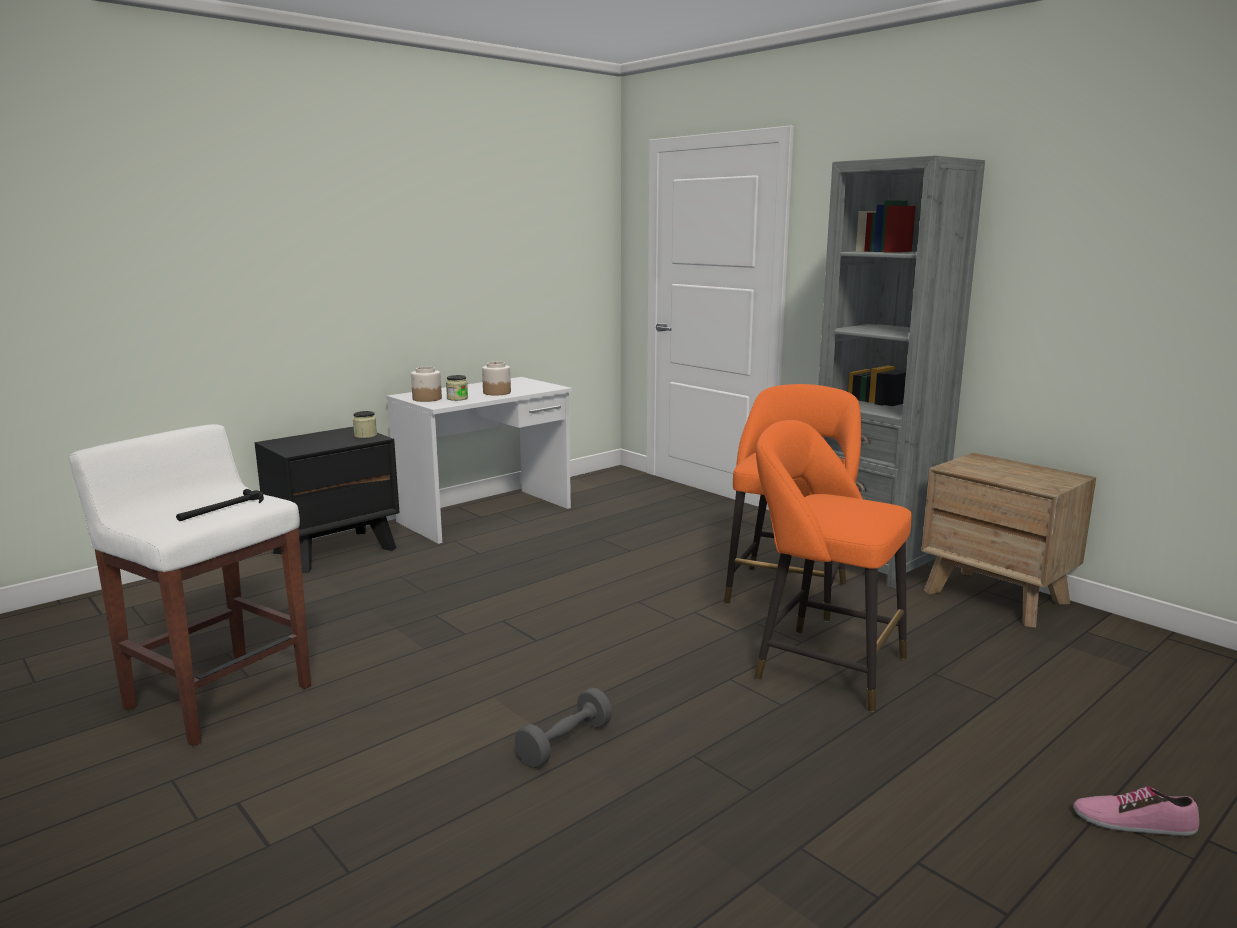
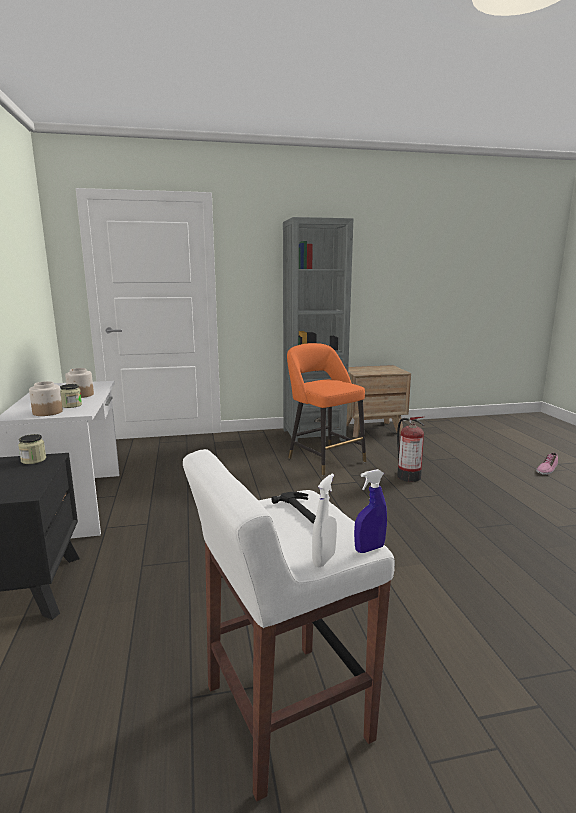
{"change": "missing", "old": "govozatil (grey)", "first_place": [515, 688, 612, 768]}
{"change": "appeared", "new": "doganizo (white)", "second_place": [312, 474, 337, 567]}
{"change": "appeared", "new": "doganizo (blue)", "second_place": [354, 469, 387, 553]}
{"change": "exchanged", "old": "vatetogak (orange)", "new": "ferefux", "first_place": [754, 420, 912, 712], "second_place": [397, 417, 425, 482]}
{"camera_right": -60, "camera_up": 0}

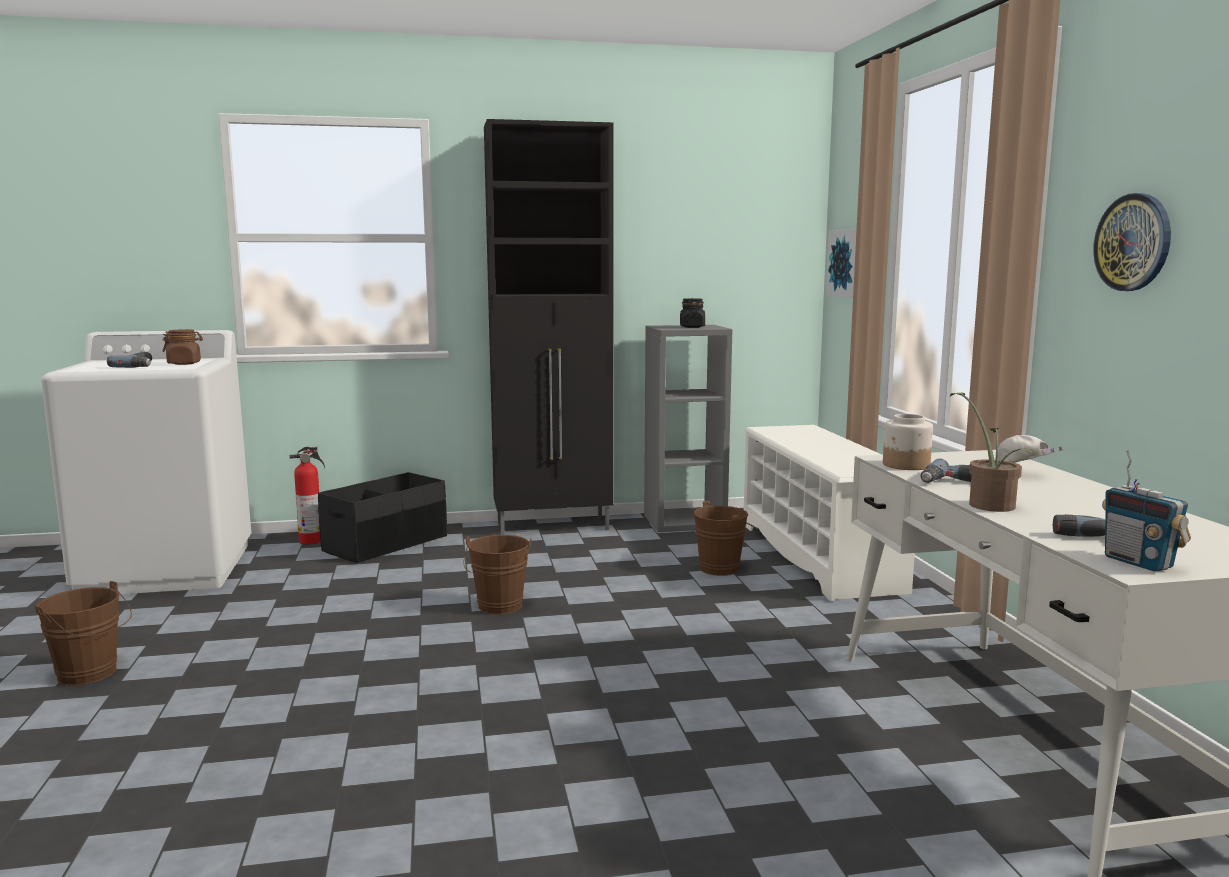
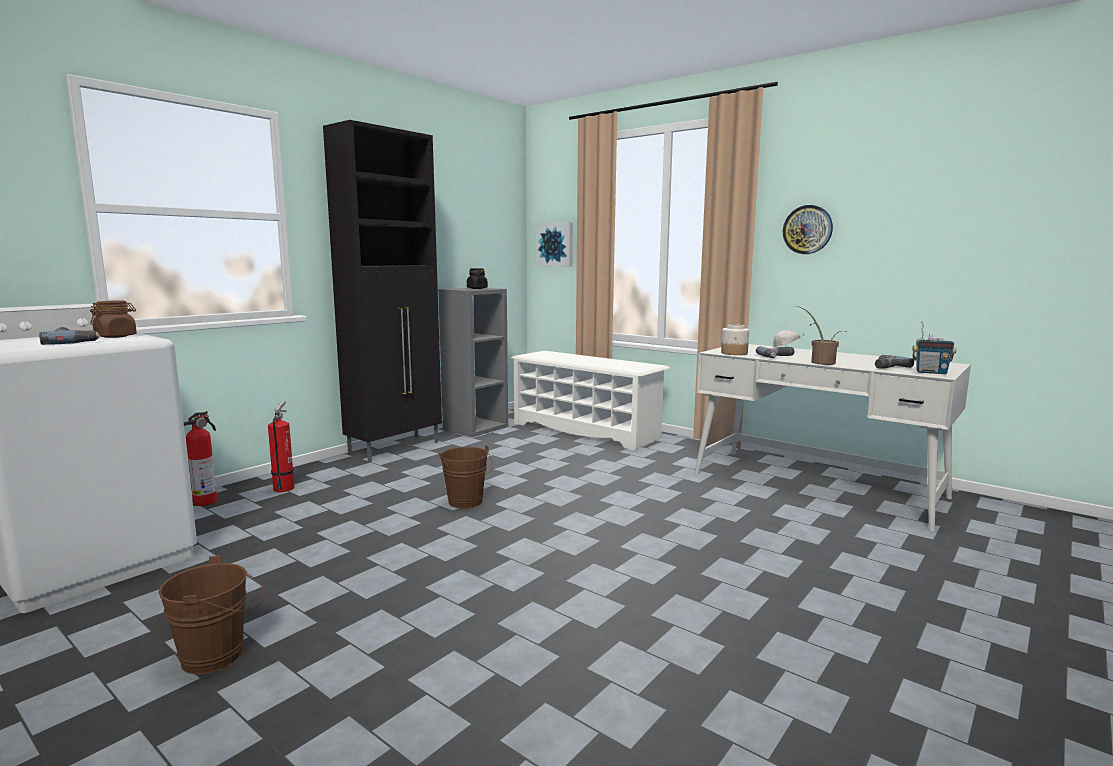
{"change": "missing", "old": "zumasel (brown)", "first_place": [693, 501, 758, 576]}
{"change": "exchanged", "old": "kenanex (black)", "new": "ferefux", "first_place": [318, 472, 447, 563], "second_place": [268, 401, 294, 492]}
{"camera_right": -40, "camera_up": 0}

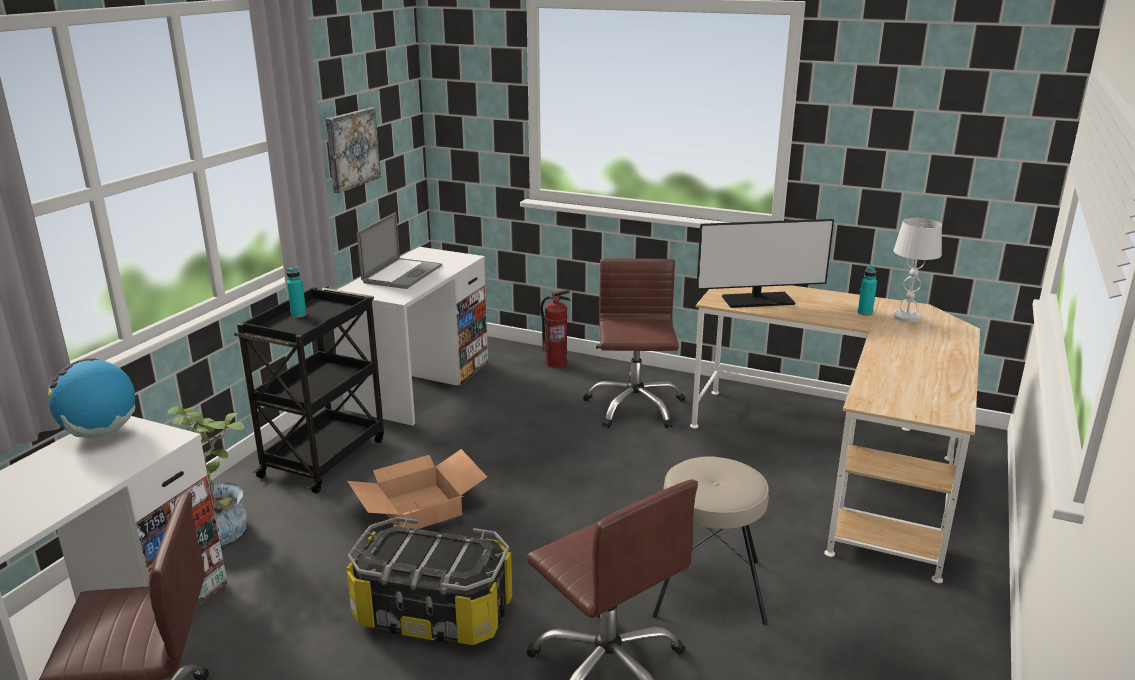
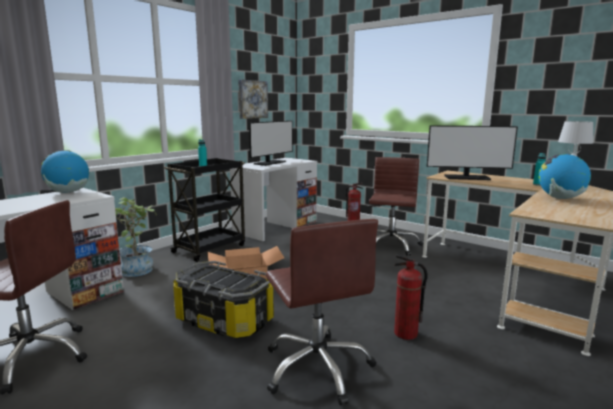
{"change": "appeared", "new": "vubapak", "second_place": [539, 154, 591, 199]}
{"change": "exchanged", "old": "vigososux", "new": "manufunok", "first_place": [357, 212, 442, 289], "second_place": [249, 121, 292, 166]}
{"change": "exchanged", "old": "vatetogak (beige)", "new": "ferefux", "first_place": [652, 456, 769, 625], "second_place": [394, 254, 427, 340]}
{"camera_right": 15, "camera_up": -10}

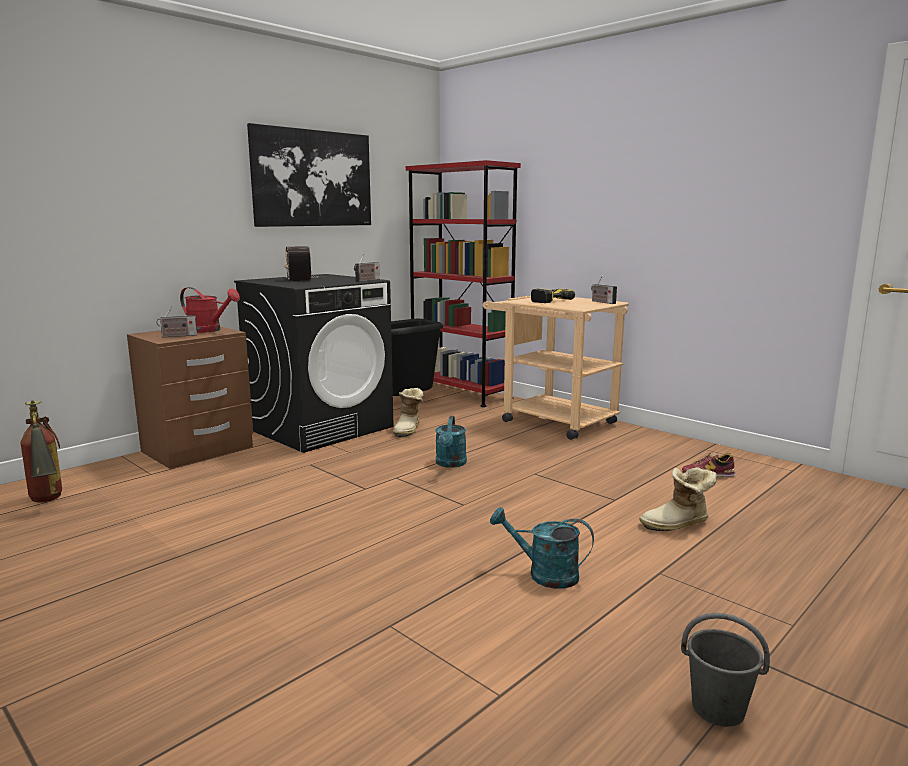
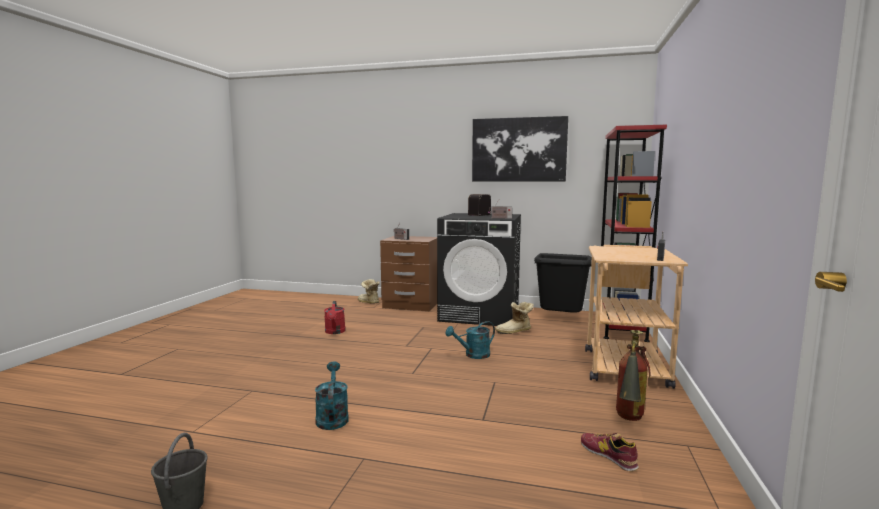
{"change": "missing", "old": "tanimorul", "first_place": [531, 288, 575, 303]}
{"change": "relocated", "old": "ferefux", "first_place": [20, 400, 62, 502], "second_place": [616, 330, 651, 421]}
{"change": "relocated", "old": "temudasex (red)", "first_place": [180, 287, 240, 333], "second_place": [324, 301, 346, 334]}
{"change": "relocated", "old": "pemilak", "first_place": [639, 467, 717, 531], "second_place": [358, 279, 380, 304]}
{"camera_right": 60, "camera_up": -5}

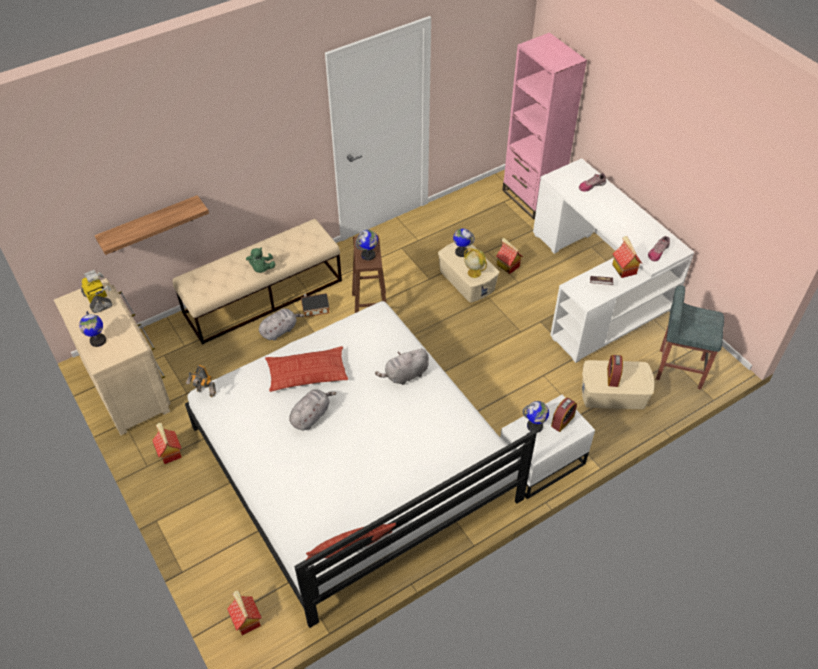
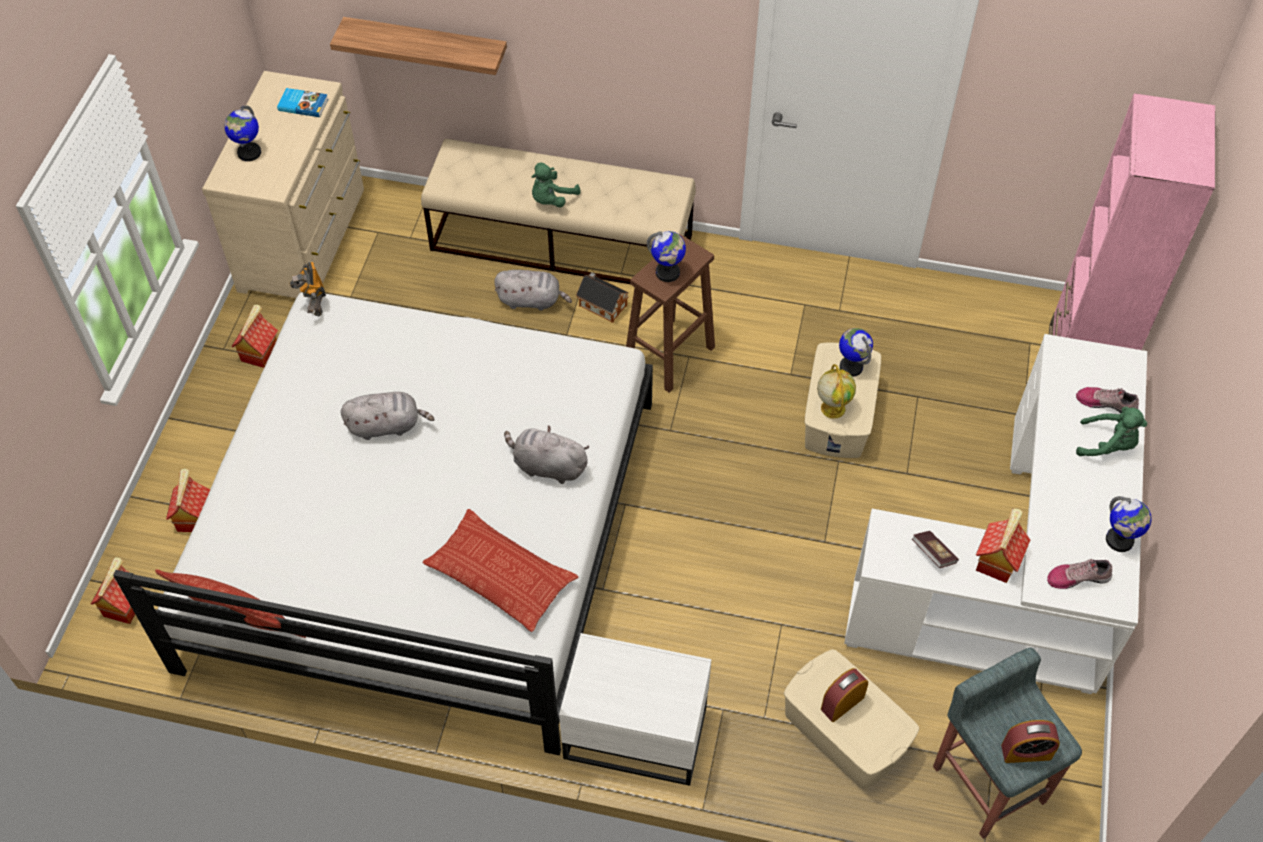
{"change": "appeared", "new": "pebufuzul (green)", "second_place": [1076, 406, 1147, 456]}
{"change": "relocated", "old": "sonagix", "first_place": [265, 346, 348, 392], "second_place": [422, 509, 578, 632]}
{"change": "relocated", "old": "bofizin", "first_place": [496, 238, 523, 274], "second_place": [166, 468, 210, 532]}
{"change": "relocated", "old": "vubapak", "first_place": [522, 401, 549, 433], "second_place": [1106, 496, 1152, 552]}
{"change": "relocated", "old": "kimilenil", "first_place": [551, 398, 577, 432], "second_place": [1001, 720, 1060, 763]}
{"change": "exchanged", "old": "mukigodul", "new": "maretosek", "first_place": [81, 270, 113, 313], "second_place": [277, 88, 328, 117]}
{"camera_right": 45, "camera_up": 5}

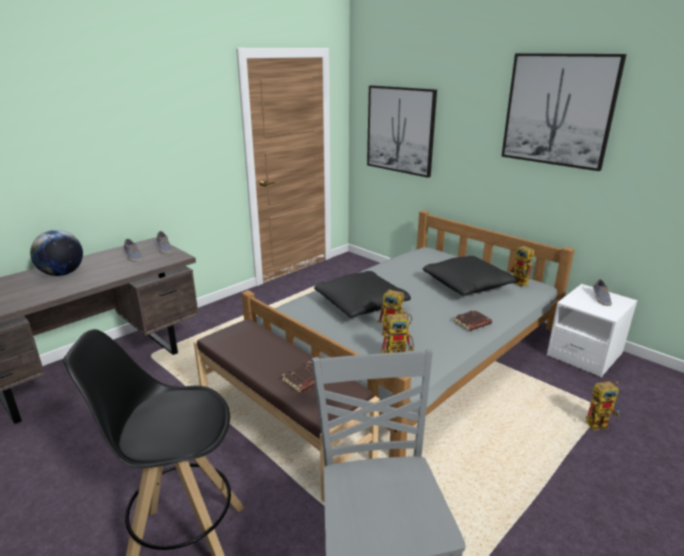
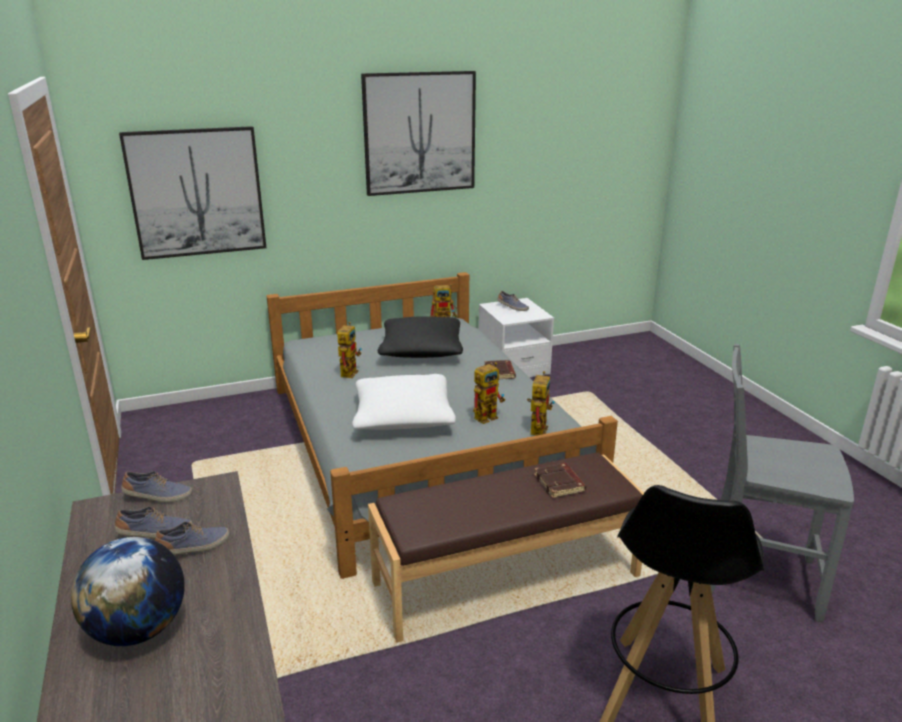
{"change": "appeared", "new": "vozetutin", "second_place": [155, 522, 229, 555]}
{"change": "relocated", "old": "mukigodul", "first_place": [586, 381, 619, 431], "second_place": [337, 322, 362, 378]}
{"change": "colour", "old": "sonagix (black)", "new": "sonagix (white)", "first_place": [314, 271, 411, 318], "second_place": [352, 374, 456, 430]}
{"camera_right": -65, "camera_up": 0}

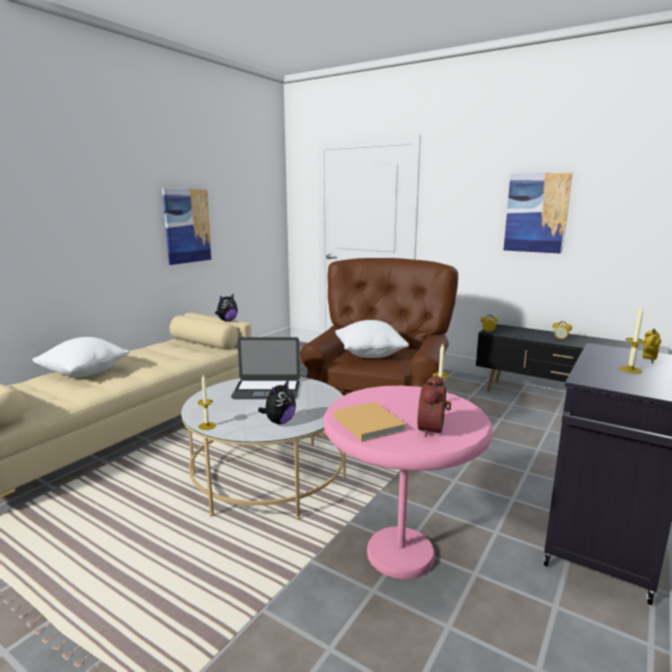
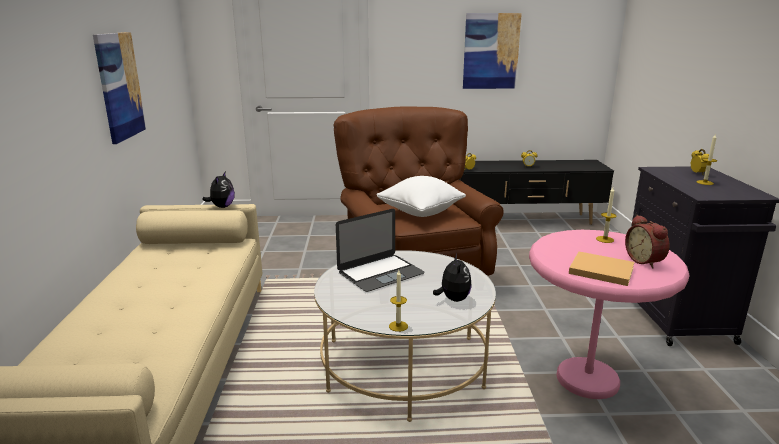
{"change": "missing", "old": "sonagix (white)", "first_place": [32, 337, 130, 377]}
{"camera_right": -35, "camera_up": 5}

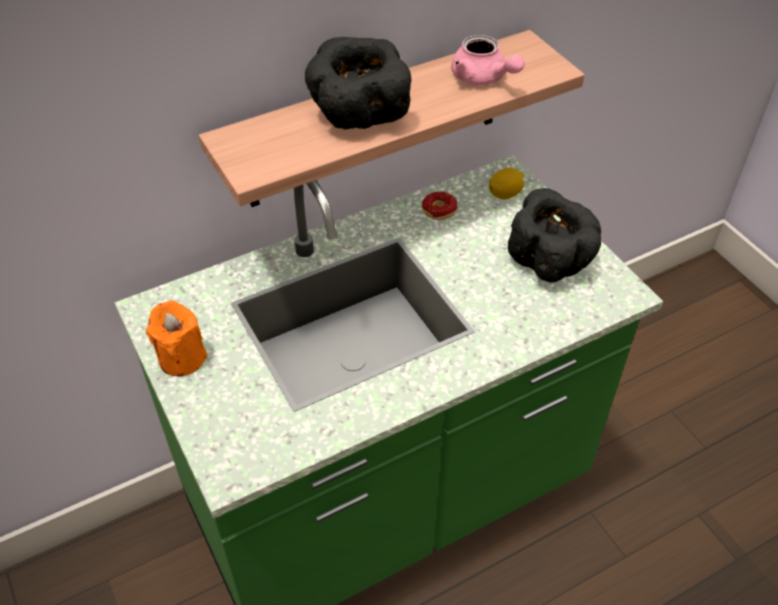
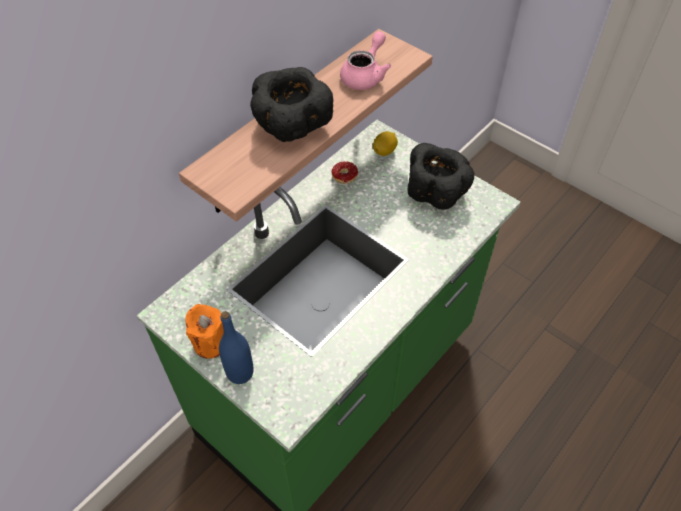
{"change": "appeared", "new": "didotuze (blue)", "second_place": [219, 311, 254, 384]}
{"change": "spun", "old": "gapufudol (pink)", "first_place": [451, 35, 525, 85], "second_place": [340, 31, 391, 90], "degrees": -90}
{"camera_right": -20, "camera_up": 5}

